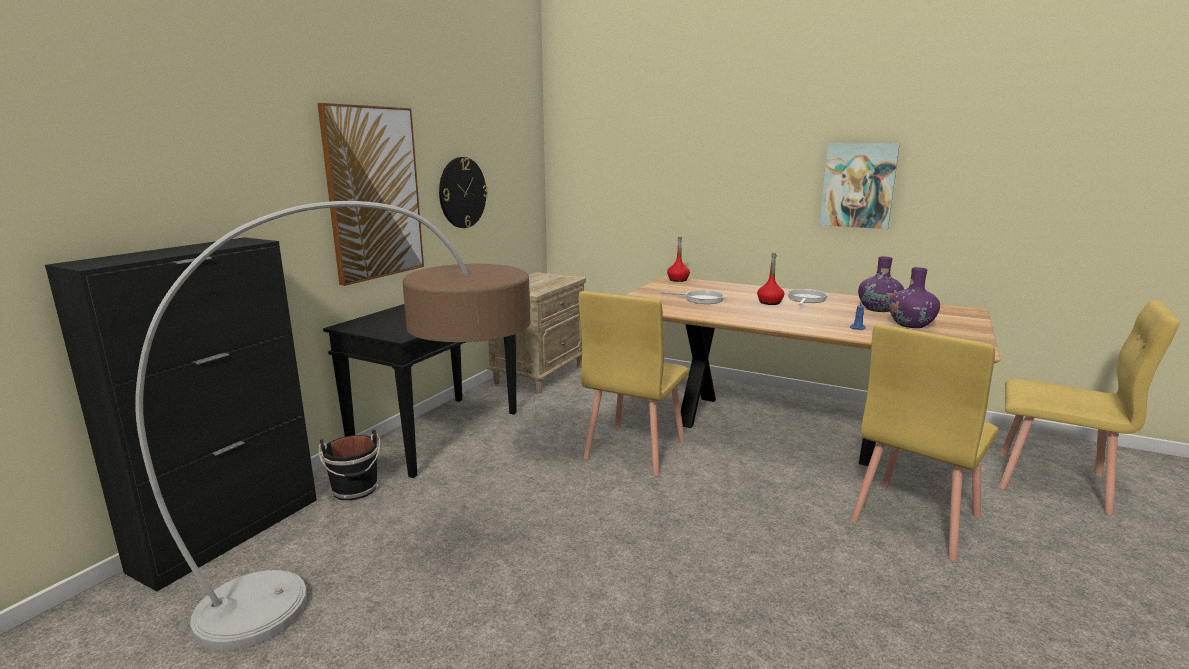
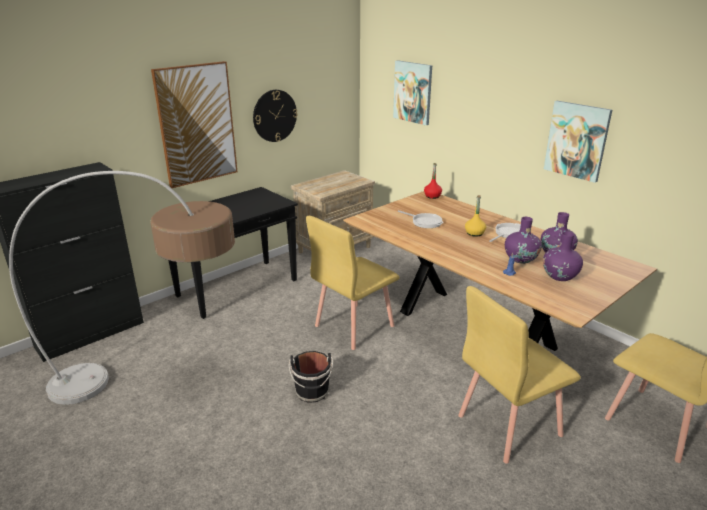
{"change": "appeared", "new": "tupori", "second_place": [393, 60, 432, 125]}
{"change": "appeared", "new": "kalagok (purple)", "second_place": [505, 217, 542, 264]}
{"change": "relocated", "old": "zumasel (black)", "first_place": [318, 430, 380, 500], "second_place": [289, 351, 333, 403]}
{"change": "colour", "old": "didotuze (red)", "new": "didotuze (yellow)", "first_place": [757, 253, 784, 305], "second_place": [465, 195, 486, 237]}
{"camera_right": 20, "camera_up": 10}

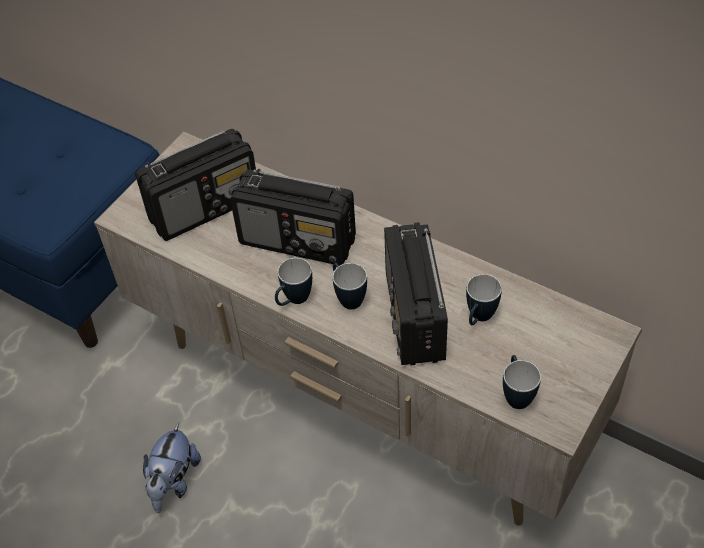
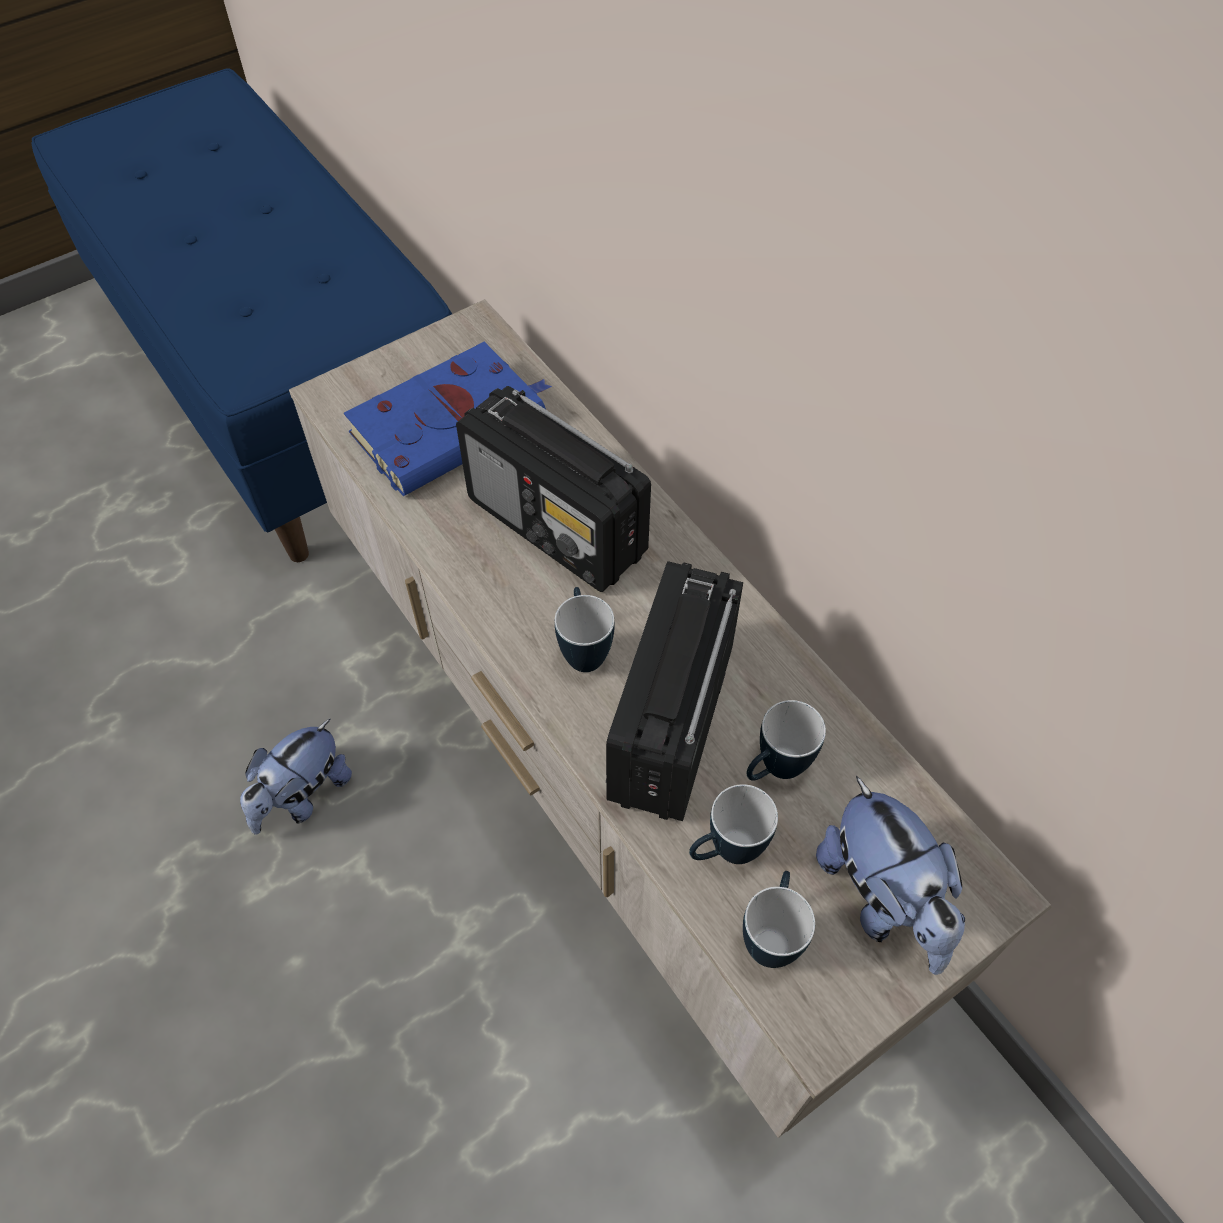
{"change": "appeared", "new": "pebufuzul", "second_place": [816, 776, 965, 975]}
{"change": "relocated", "old": "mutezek", "first_place": [275, 258, 312, 306], "second_place": [689, 784, 778, 864]}
{"change": "exchanged", "old": "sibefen", "new": "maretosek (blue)", "first_place": [135, 129, 256, 241], "second_place": [344, 342, 552, 496]}
{"camera_right": 20, "camera_up": 5}

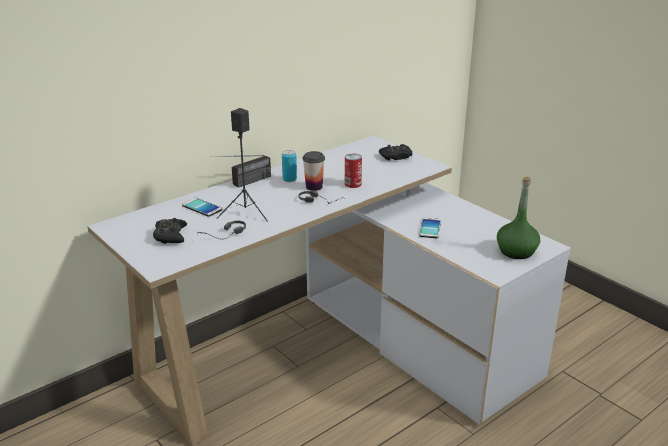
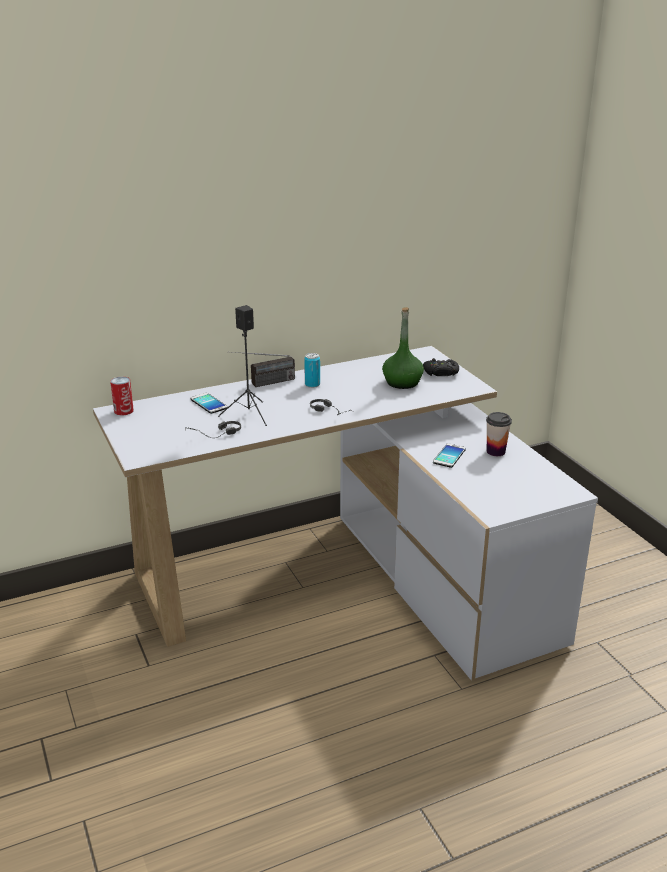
{"change": "missing", "old": "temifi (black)", "first_place": [153, 218, 187, 244]}
{"change": "relocated", "old": "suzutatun", "first_place": [303, 151, 325, 191], "second_place": [486, 412, 512, 456]}
{"change": "relocated", "old": "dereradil", "first_place": [345, 154, 362, 188], "second_place": [110, 377, 134, 415]}
{"change": "relocated", "old": "didotuze (green)", "first_place": [497, 177, 540, 259], "second_place": [382, 307, 424, 389]}
{"camera_right": 15, "camera_up": 0}

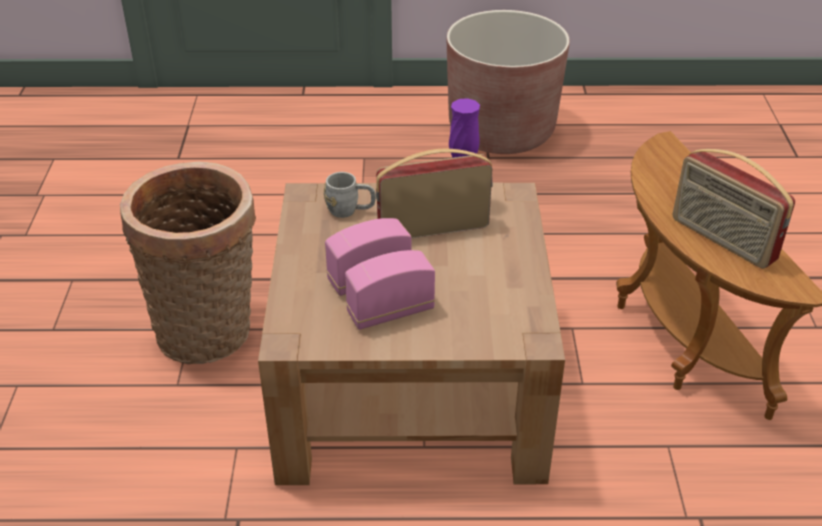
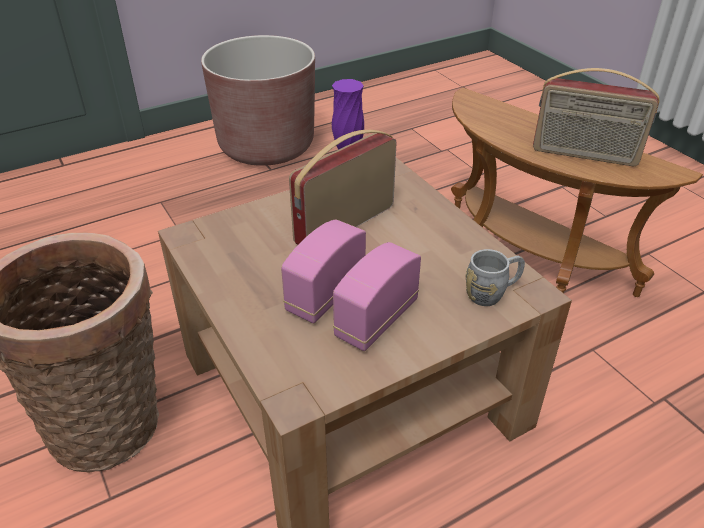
{"change": "relocated", "old": "mutezek (grey)", "first_place": [324, 172, 376, 218], "second_place": [465, 249, 525, 306]}
{"camera_right": -30, "camera_up": 0}

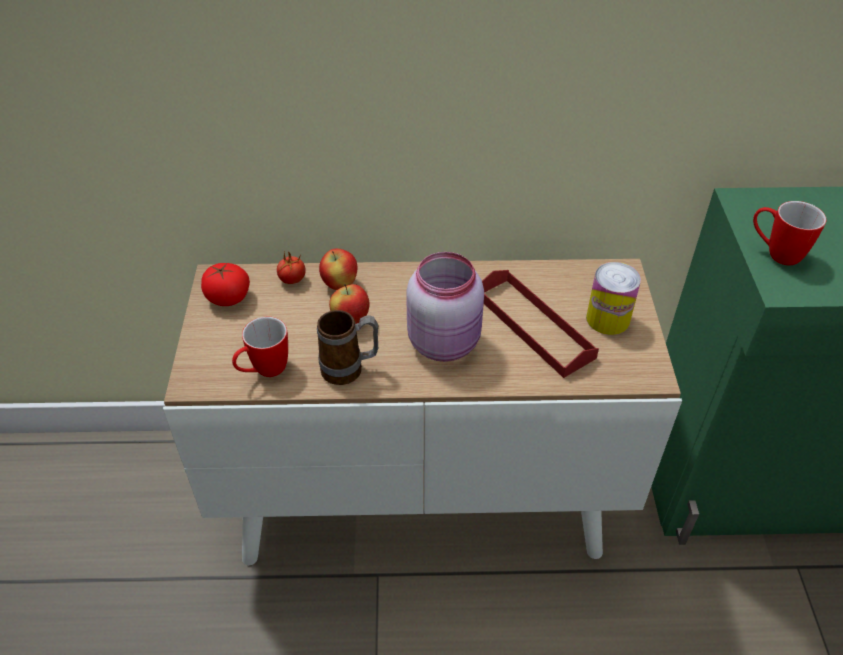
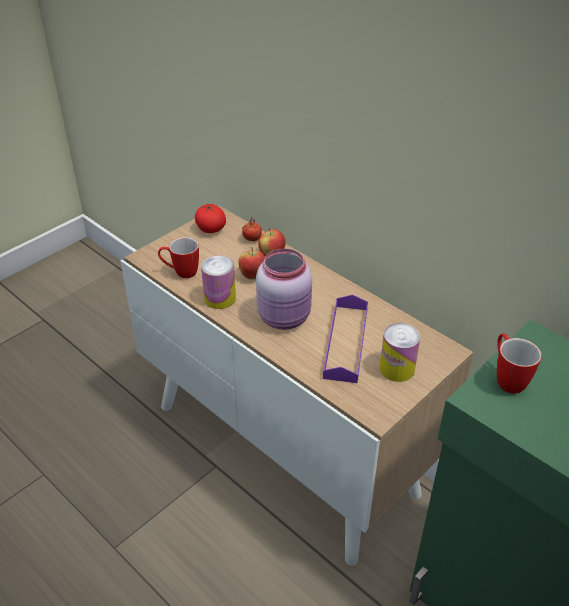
{"change": "exchanged", "old": "mutezek", "new": "dereradil", "first_place": [317, 310, 378, 385], "second_place": [201, 255, 236, 309]}
{"change": "colour", "old": "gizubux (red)", "new": "gizubux (purple)", "first_place": [482, 270, 599, 378], "second_place": [323, 295, 368, 383]}
{"camera_right": 45, "camera_up": -5}

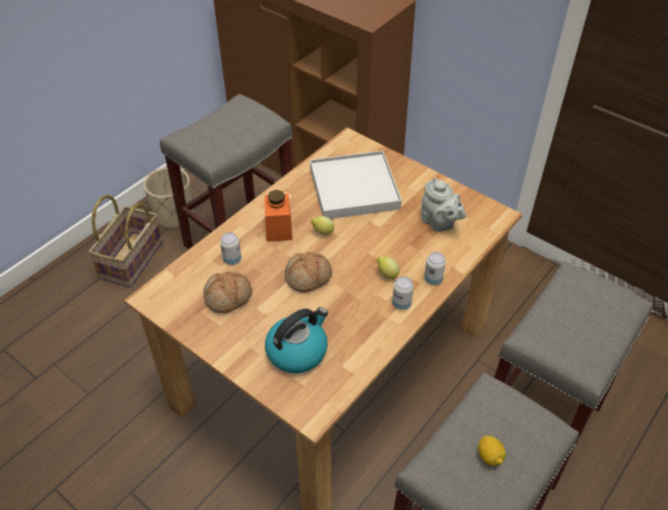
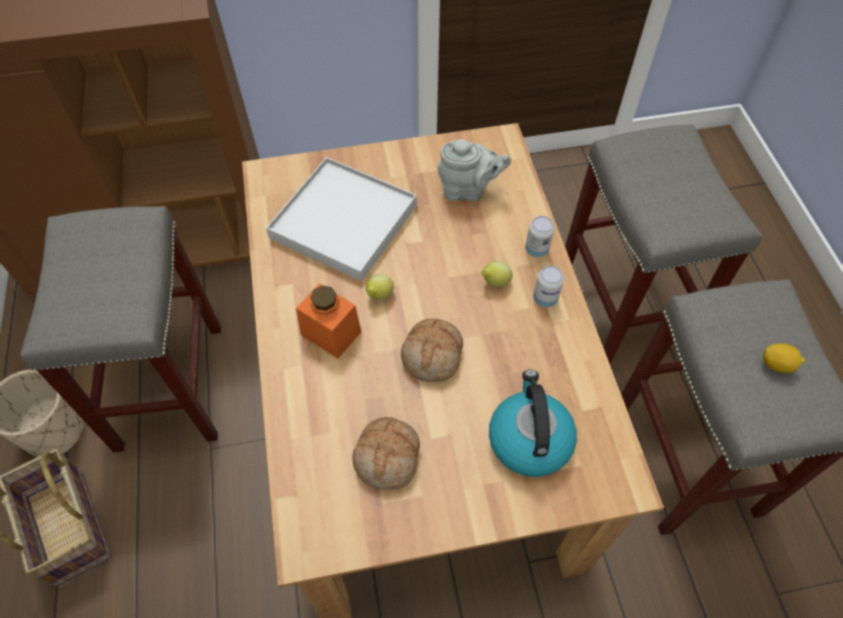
{"change": "missing", "old": "dereradil", "first_place": [220, 232, 241, 265]}
{"camera_right": -50, "camera_up": 10}

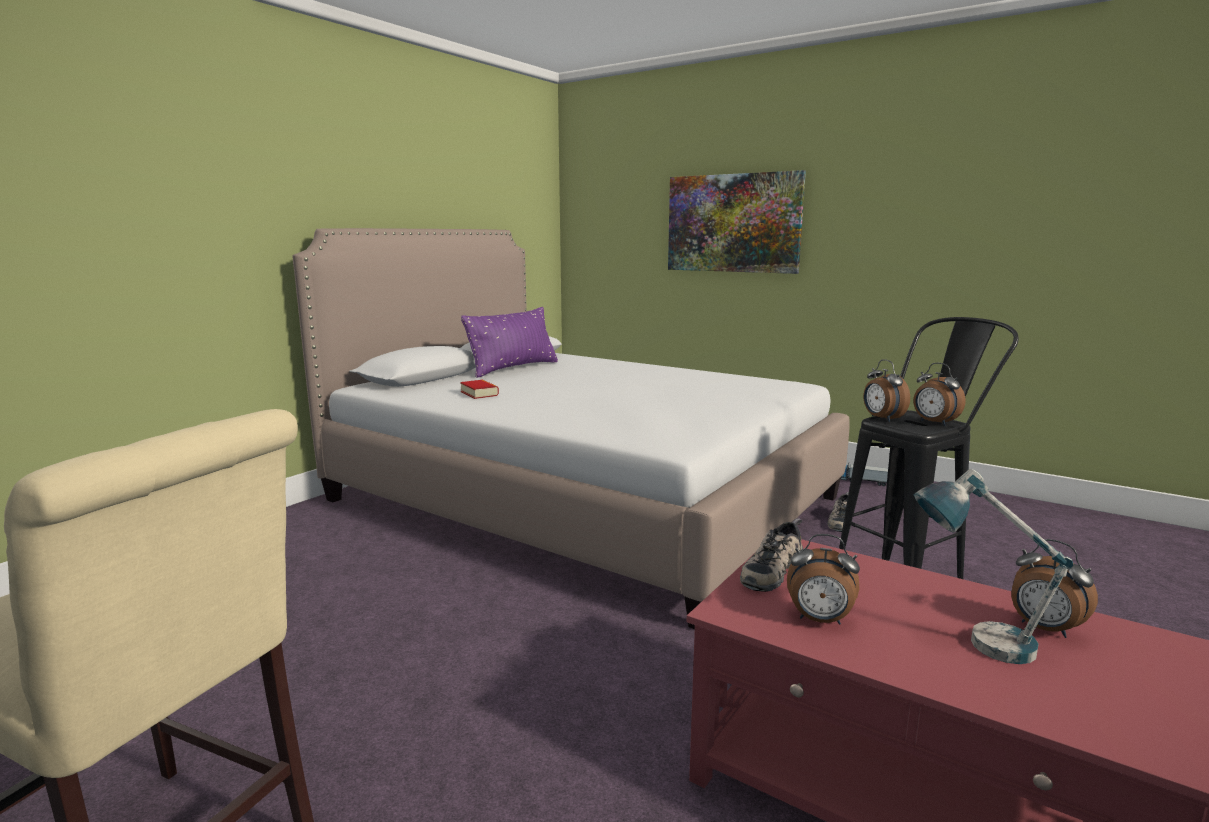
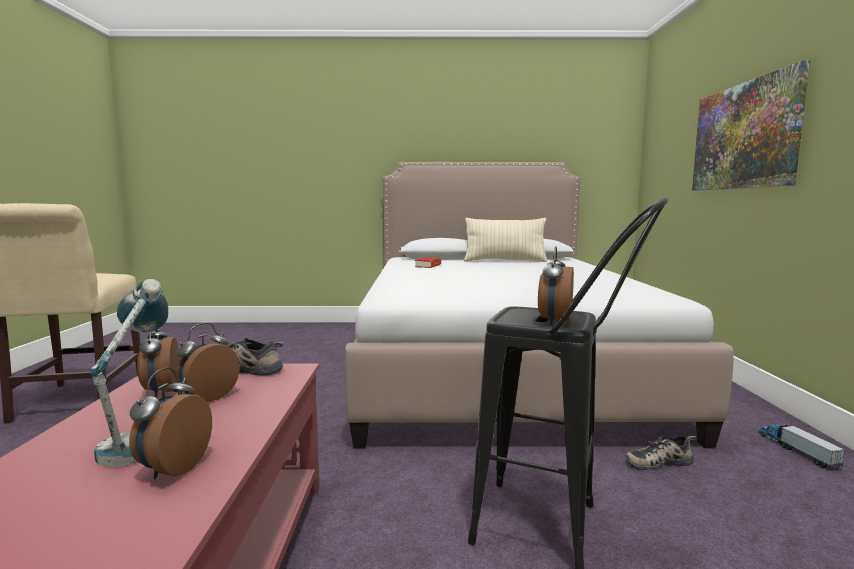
{"change": "relocated", "old": "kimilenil", "first_place": [864, 359, 910, 422], "second_place": [176, 323, 240, 401]}
{"change": "colour", "old": "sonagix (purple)", "new": "sonagix (beige)", "first_place": [461, 307, 558, 378], "second_place": [464, 218, 548, 262]}
{"camera_right": 55, "camera_up": -5}

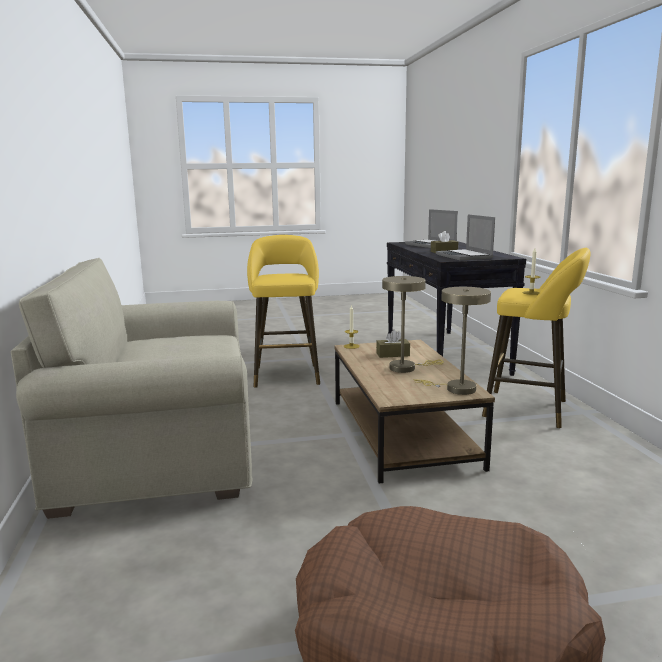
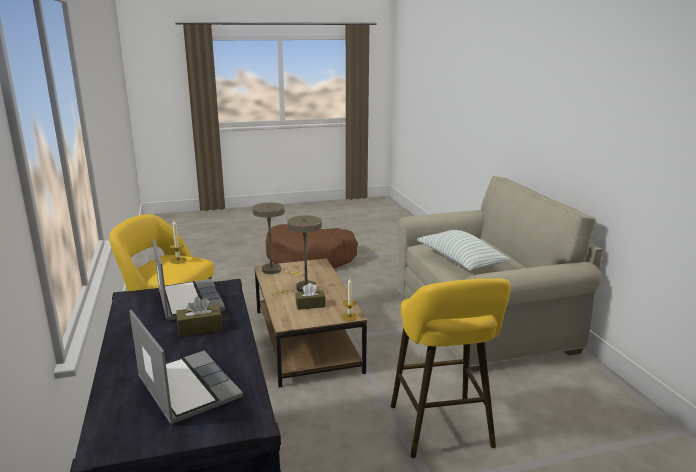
{"change": "appeared", "new": "sonagix", "second_place": [417, 230, 512, 271]}
{"camera_right": 175, "camera_up": 5}

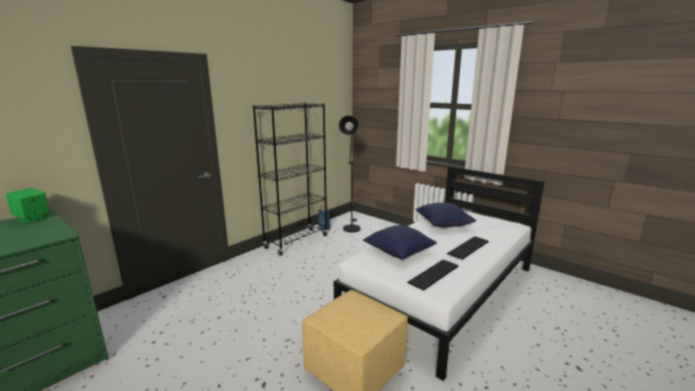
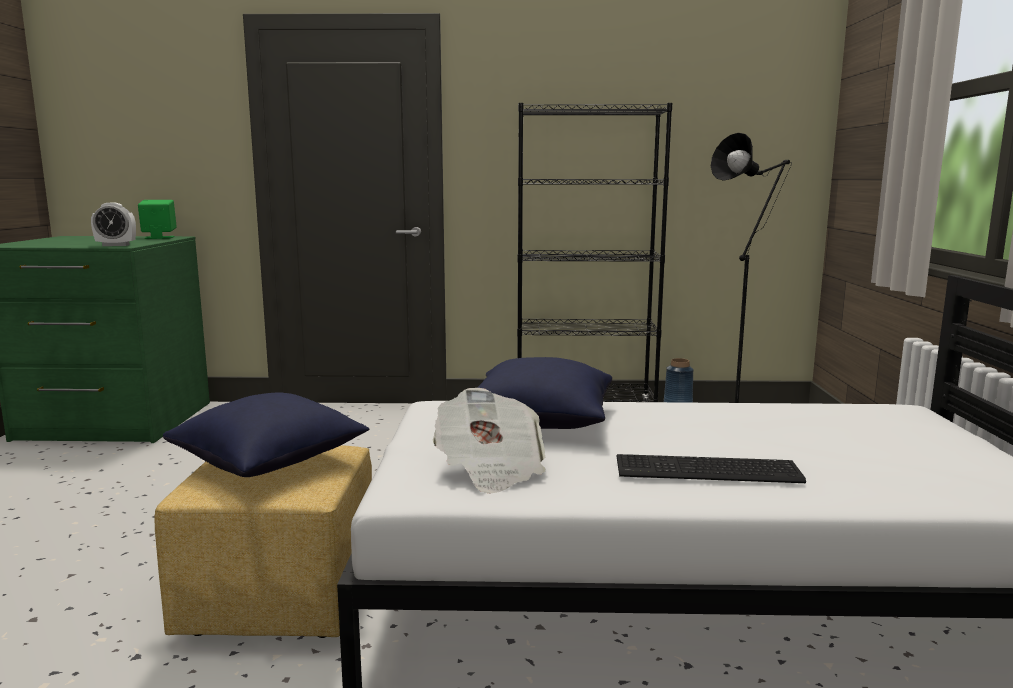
{"change": "appeared", "new": "kimilenil", "second_place": [91, 202, 136, 246]}
{"change": "relocated", "old": "sonagix (blue)", "first_place": [415, 203, 476, 227], "second_place": [163, 392, 370, 477]}
{"change": "exchanged", "old": "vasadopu", "new": "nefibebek", "first_place": [407, 260, 459, 291], "second_place": [432, 388, 546, 494]}
{"camera_right": 50, "camera_up": -5}

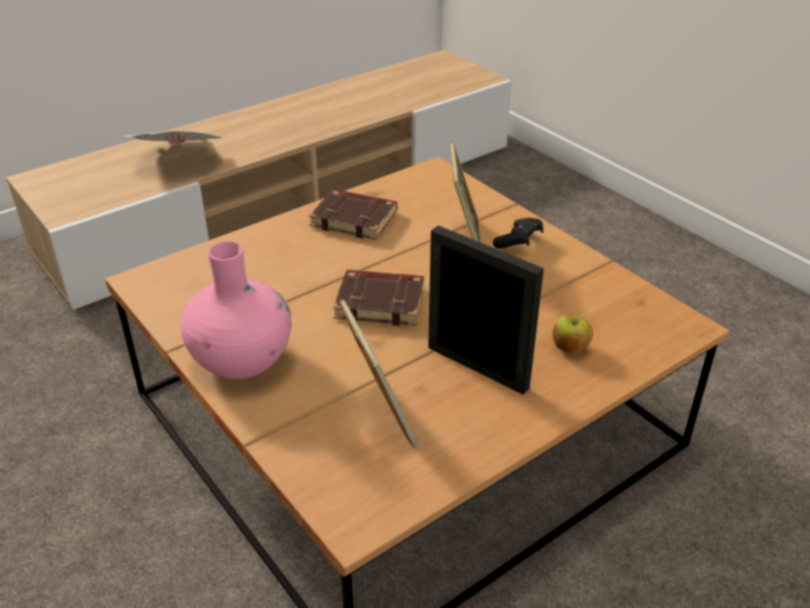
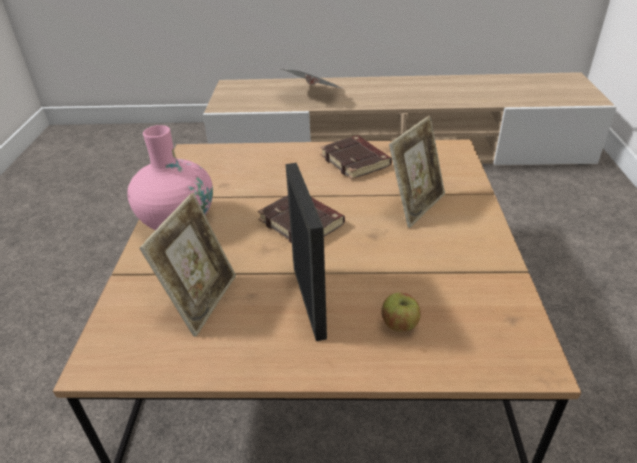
{"change": "missing", "old": "temifi (black)", "first_place": [493, 218, 543, 249]}
{"camera_right": 40, "camera_up": 0}

